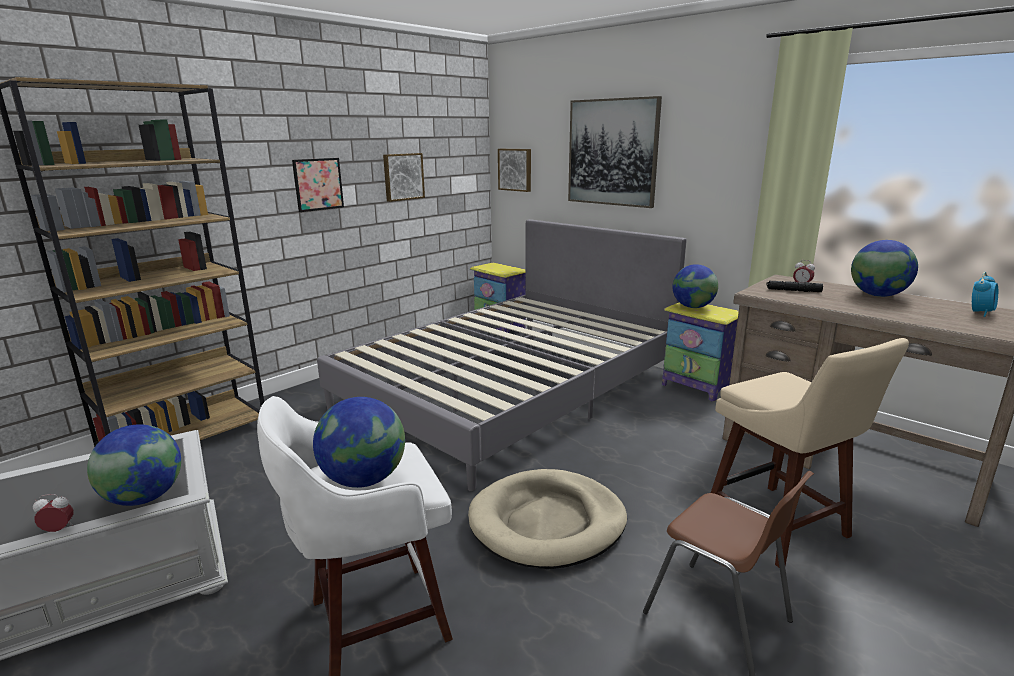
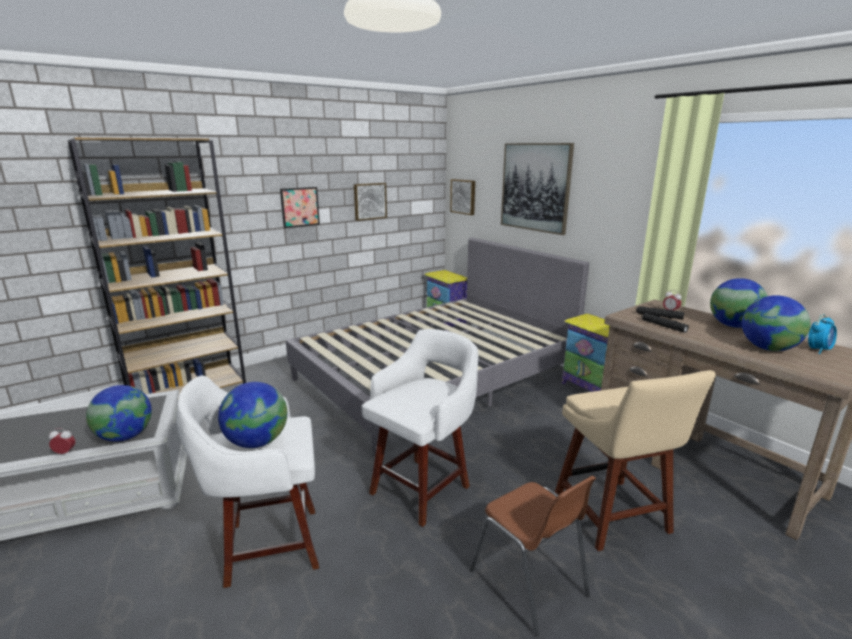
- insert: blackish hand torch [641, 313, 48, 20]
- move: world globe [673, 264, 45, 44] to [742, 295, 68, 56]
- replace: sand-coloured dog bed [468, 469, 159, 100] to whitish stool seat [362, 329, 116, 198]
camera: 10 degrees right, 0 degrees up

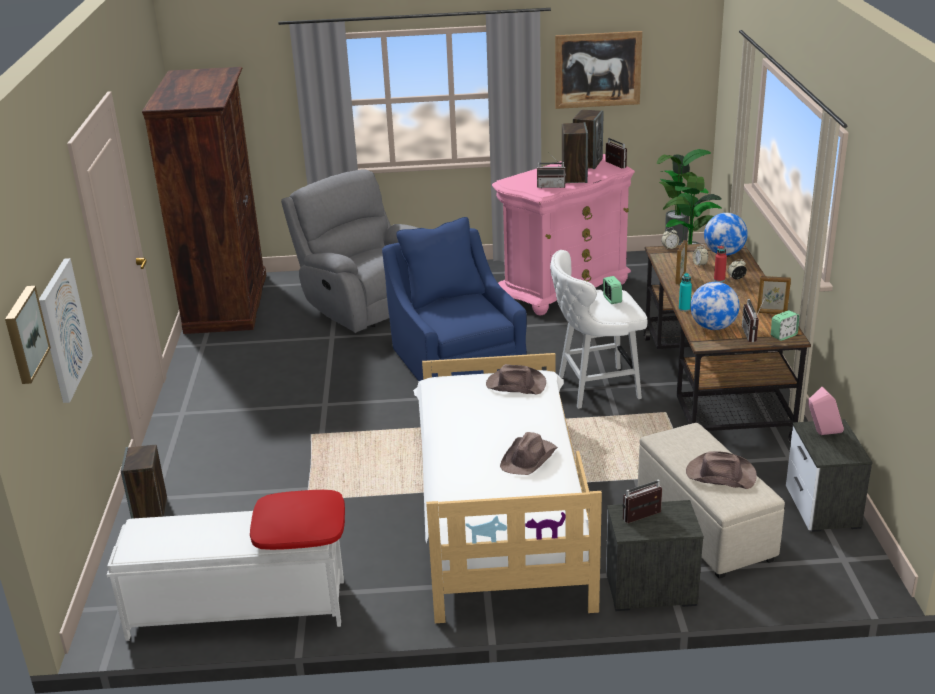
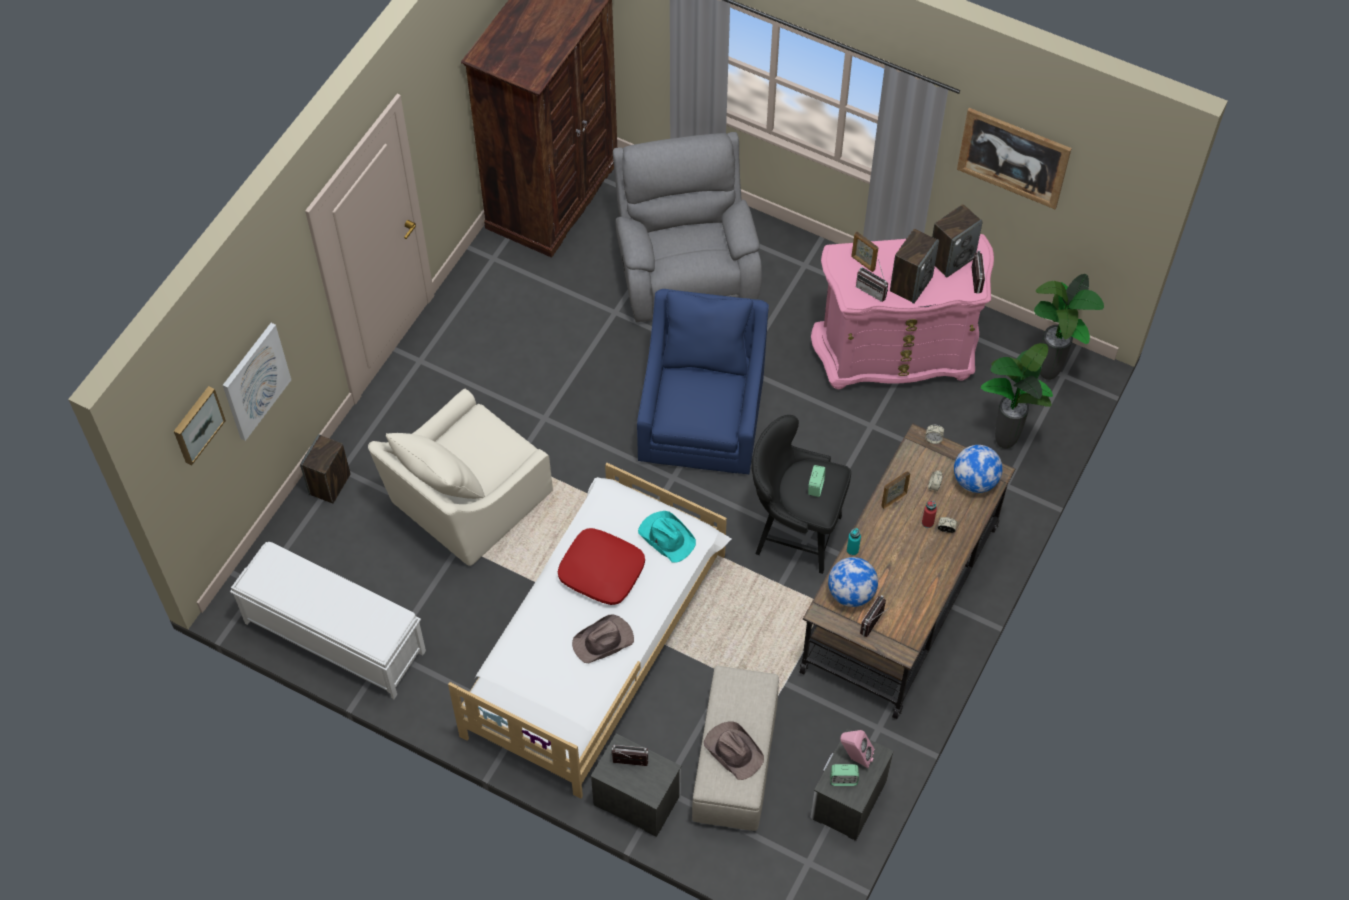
- insert: sand-coloured easy chair [368, 388, 185, 178]
- move: reddish cushion [250, 490, 95, 60] to [558, 528, 87, 77]
- move: picture frame [757, 276, 34, 38] to [851, 232, 27, 40]
- move: bedside clock [771, 310, 28, 31] to [830, 764, 29, 22]
- recolor: brown-coloured hat [486, 364, 60, 31] to turquoise hat [638, 511, 58, 52]
- recolor: whitish stool seat [550, 250, 98, 159] to blackish stool seat [751, 415, 100, 159]
camera: 30 degrees right, 30 degrees up

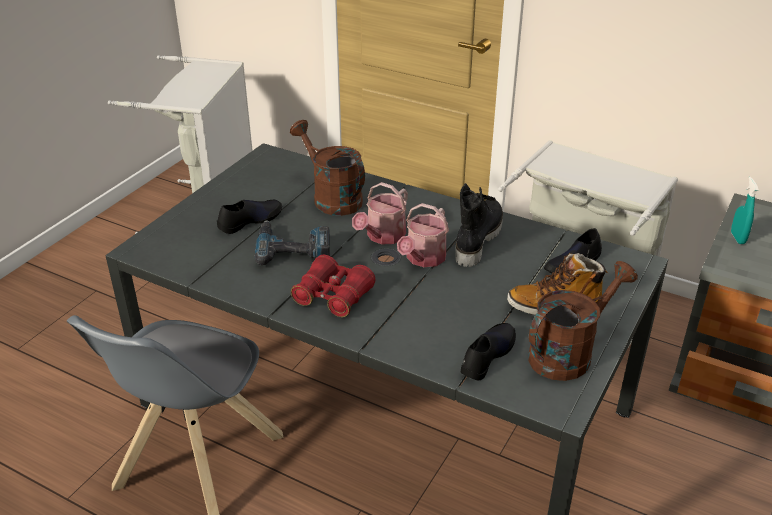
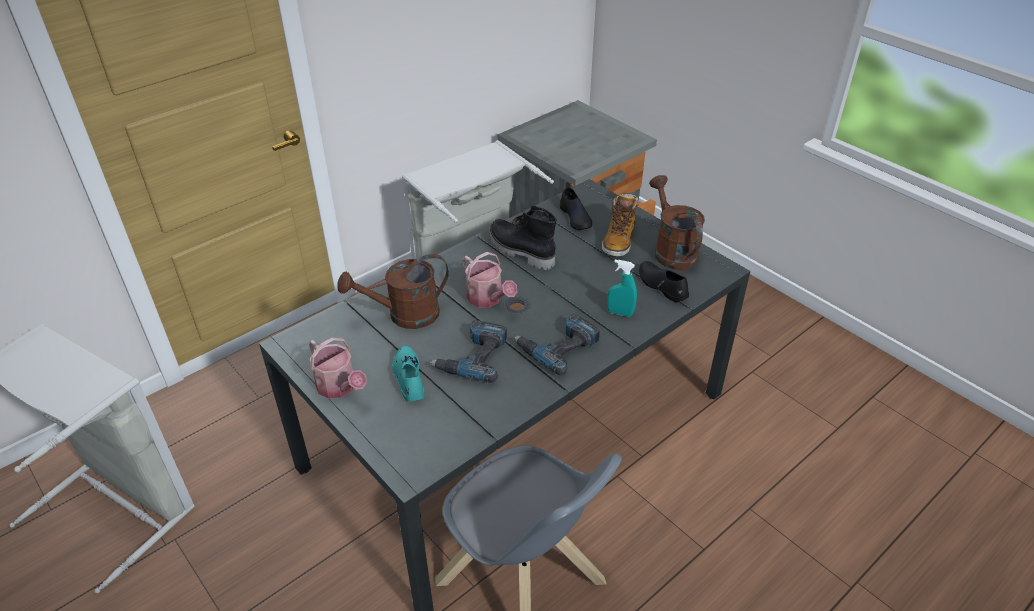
- move: watering can [397, 203, 52, 64] to [309, 337, 58, 62]
- move: turquoise sprayer [731, 177, 28, 67] to [607, 260, 30, 57]
- replace: reddish field glasses [291, 255, 85, 62] to electric drill [515, 313, 85, 62]
- recolor: blackish shoe [217, 200, 65, 34] to turquoise shoe [392, 346, 33, 55]
camera: 70 degrees left, 5 degrees up

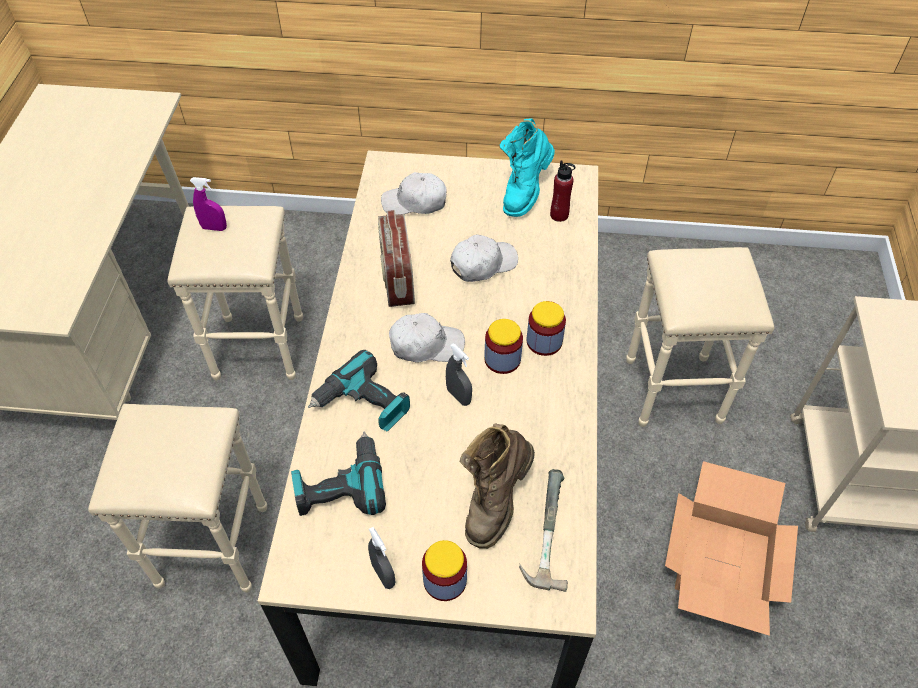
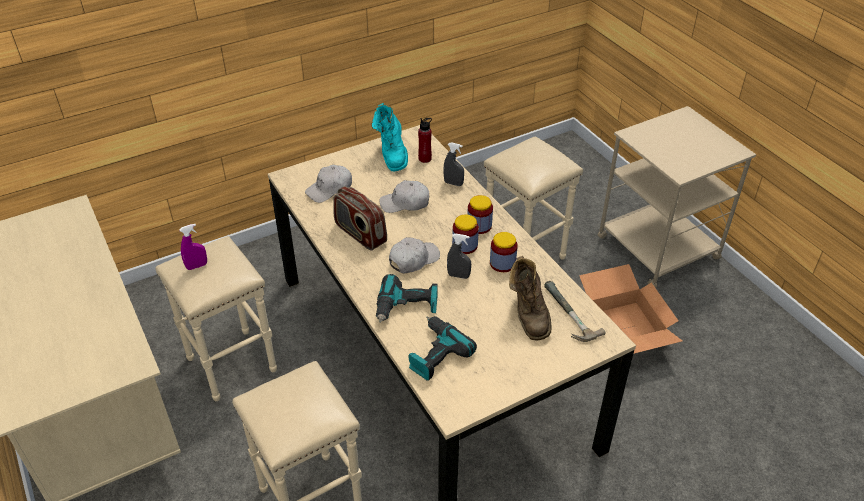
- move: grey sprayer [368, 527, 28, 62] to [443, 142, 21, 44]
- move: jar [422, 540, 45, 61] to [490, 232, 28, 40]
- rotate: whitish cap [450, 234, 68, 48] = [379, 180, 50, 33] 120 degrees counterclockwise
camera: 35 degrees left, 10 degrees down

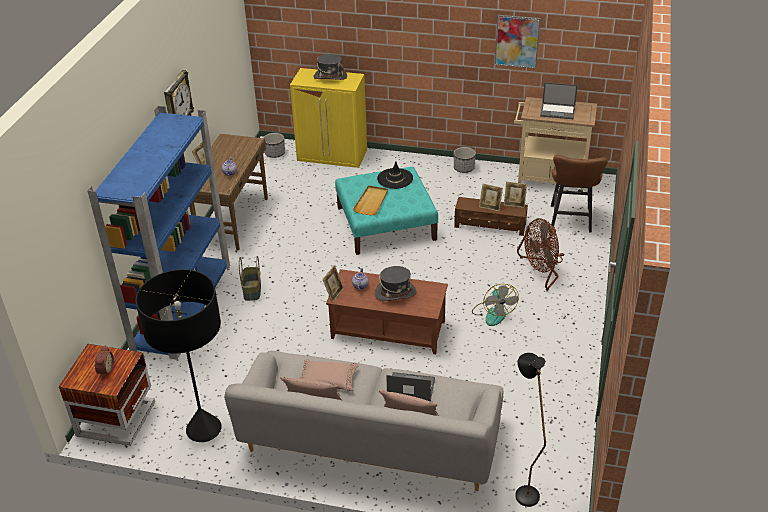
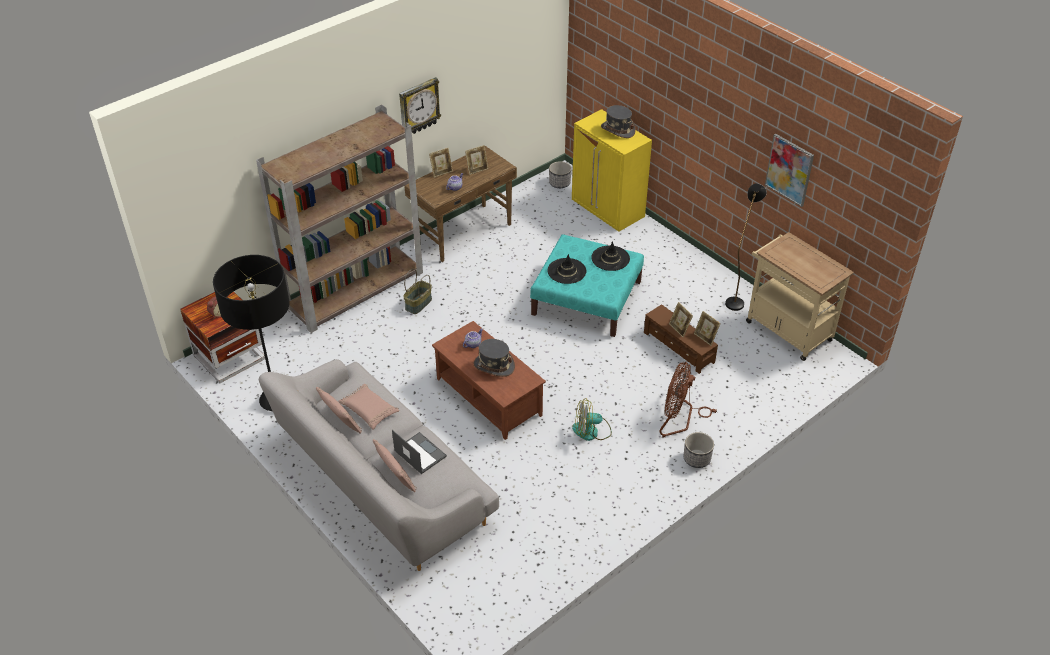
- delete: notebook computer [540, 82, 38, 38]
- delete: brown-coloured stool seat [551, 155, 57, 78]
- move: picture frame [323, 265, 21, 38] to [465, 145, 23, 30]
- move: plant pot [454, 147, 22, 26] to [684, 432, 30, 36]
- move: blackish standard lamp [515, 353, 31, 154] to [725, 183, 42, 128]
- replace: sand-coloured serving tray [353, 185, 35, 30] to blackish hat [548, 254, 38, 30]
- recolor: bluish shelving unit [87, 106, 143, 254] to brown-coloured shelving unit [256, 105, 167, 228]
- rotate: electric fan [472, 284, 47, 42] = [572, 398, 40, 43] 60 degrees clockwise
camera: 35 degrees right, 5 degrees up

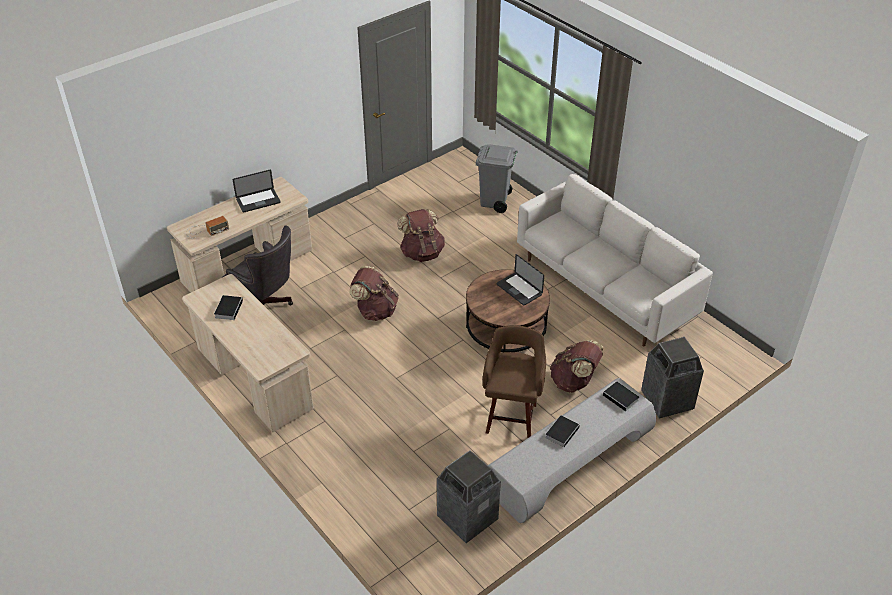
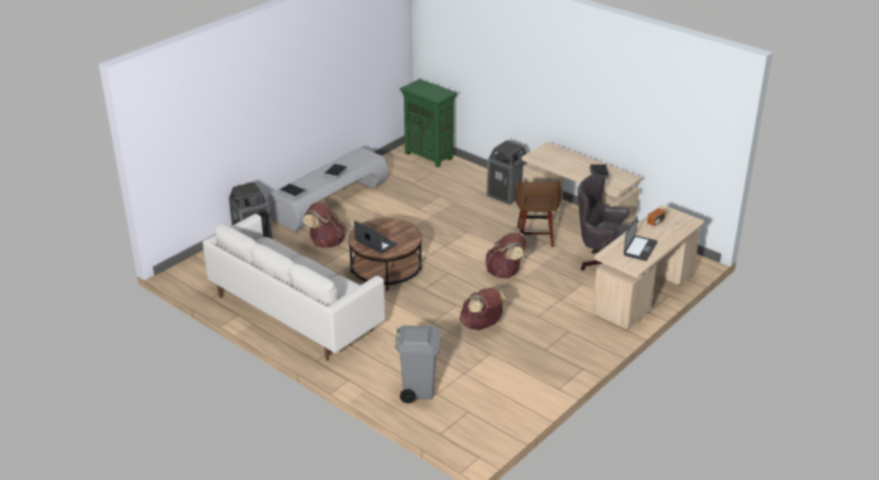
- insert: greenish cupboard [399, 79, 59, 88]
- move: trash can [437, 450, 64, 93] to [487, 140, 40, 65]
- move: brown-coloured stool seat [483, 325, 63, 114] to [514, 180, 48, 67]
- rotate: notebook computer [233, 170, 47, 43] = [624, 216, 34, 45] 150 degrees clockwise
camera: 170 degrees right, 10 degrees down

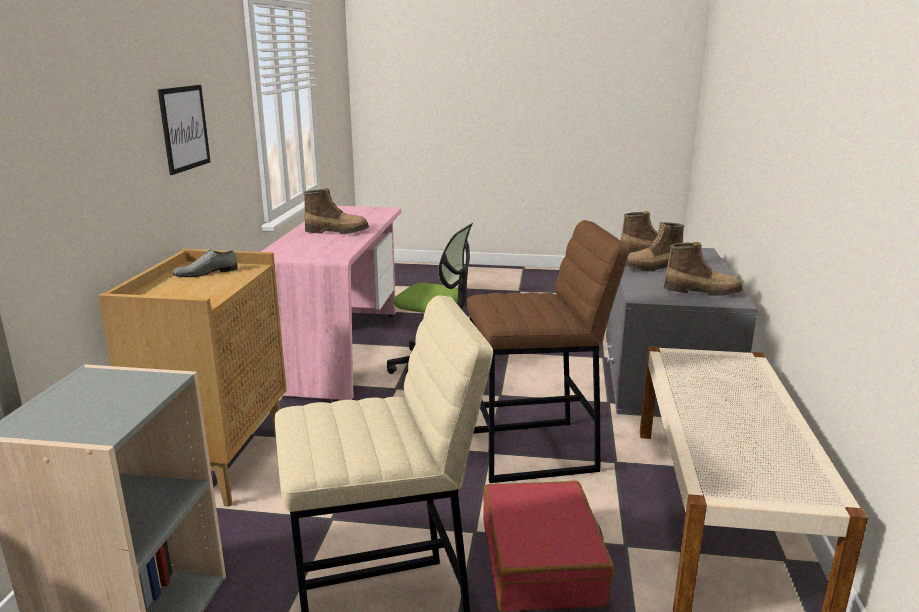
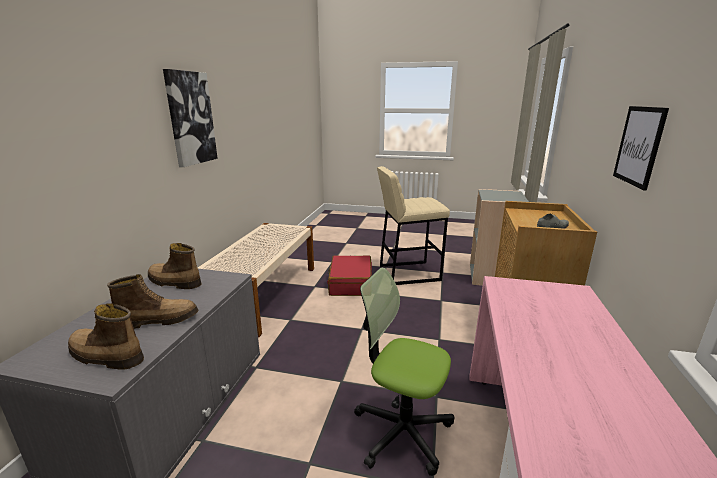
- delete: high-top boot [304, 188, 65, 46]
- delete: brown-coloured stool seat [467, 220, 162, 263]
- insert: wall picture [163, 69, 55, 98]
camera: 175 degrees left, 0 degrees up

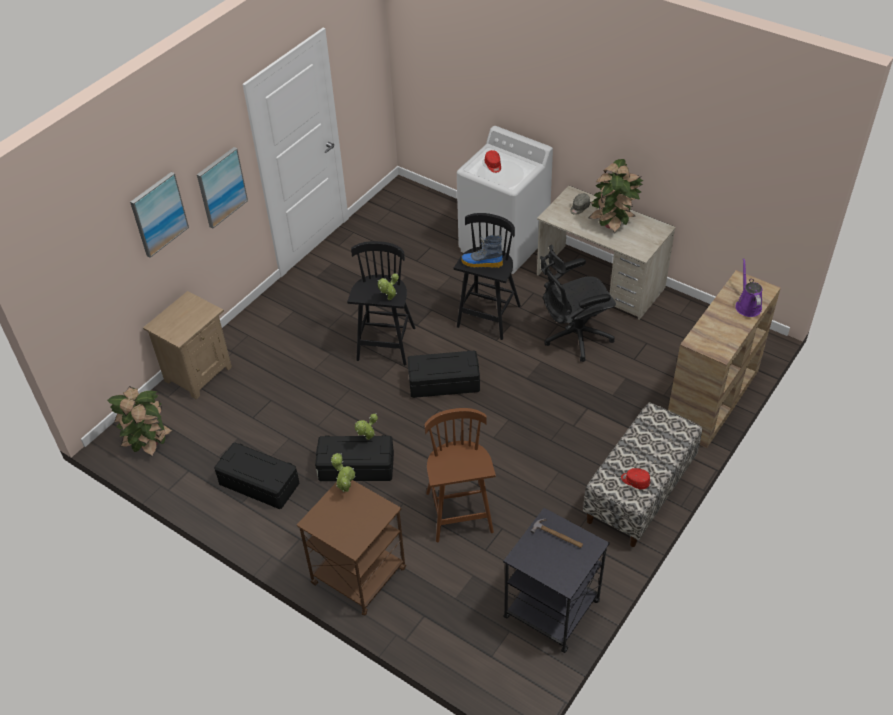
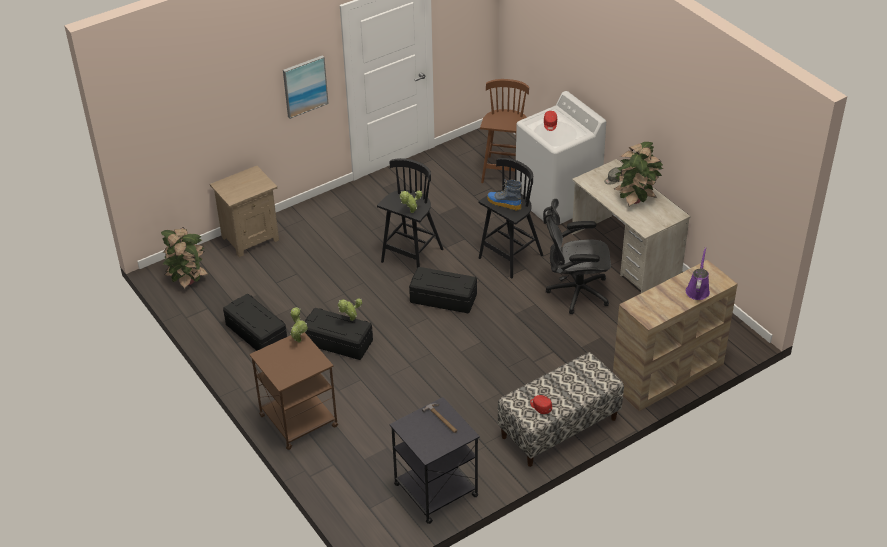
- delete: wall picture [130, 172, 59, 86]
- move: brown-coloured stool seat [424, 408, 72, 134] to [480, 79, 49, 104]
camera: 20 degrees right, 5 degrees down

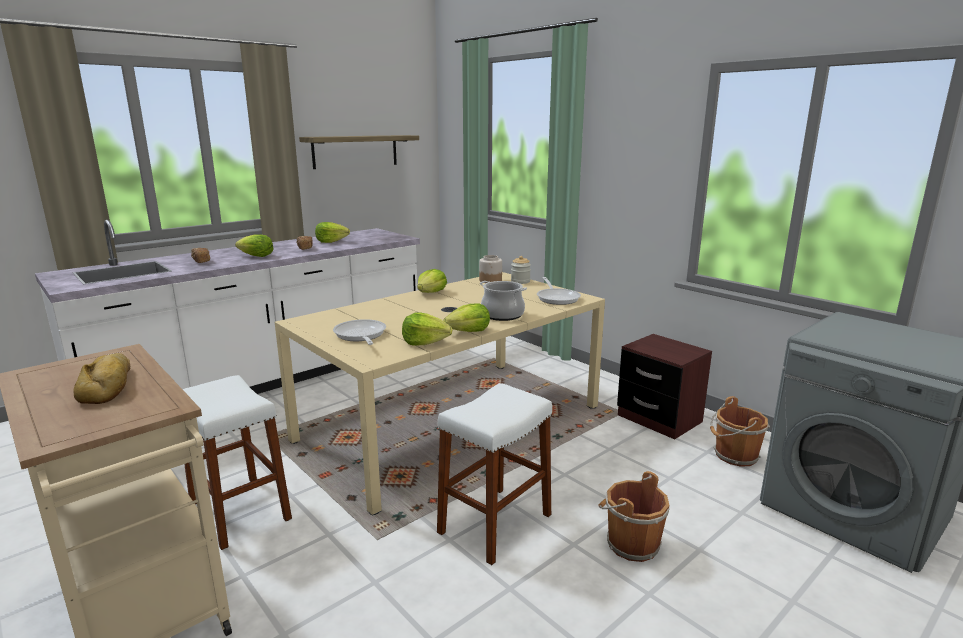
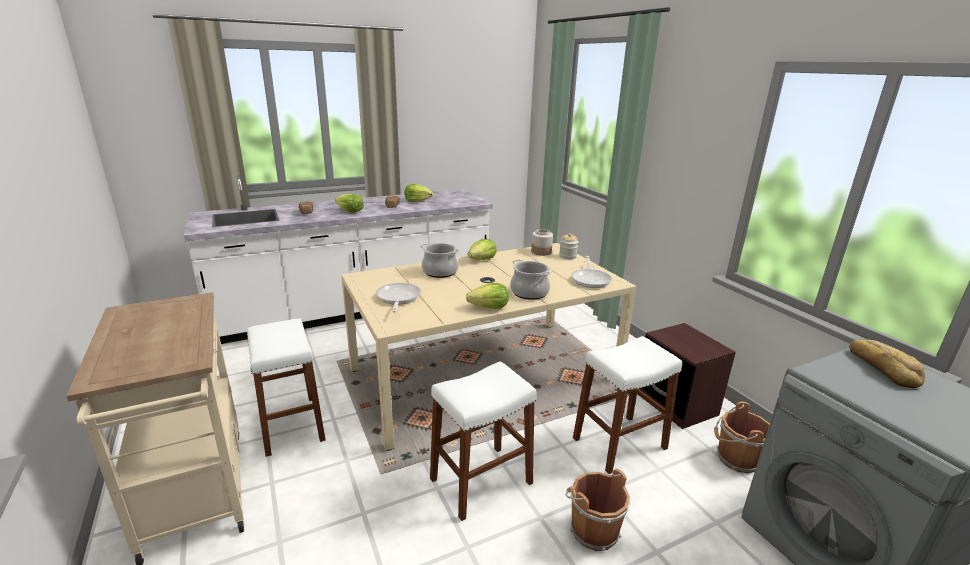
- delete: wall shelf [299, 135, 120, 34]
- delete: lettuce head [402, 312, 50, 34]
- insert: saucepot [420, 243, 40, 35]
- insert: whitish stool seat [573, 336, 109, 138]
- move: bread [73, 353, 57, 51] to [849, 339, 76, 49]
camera: 15 degrees right, 5 degrees up

